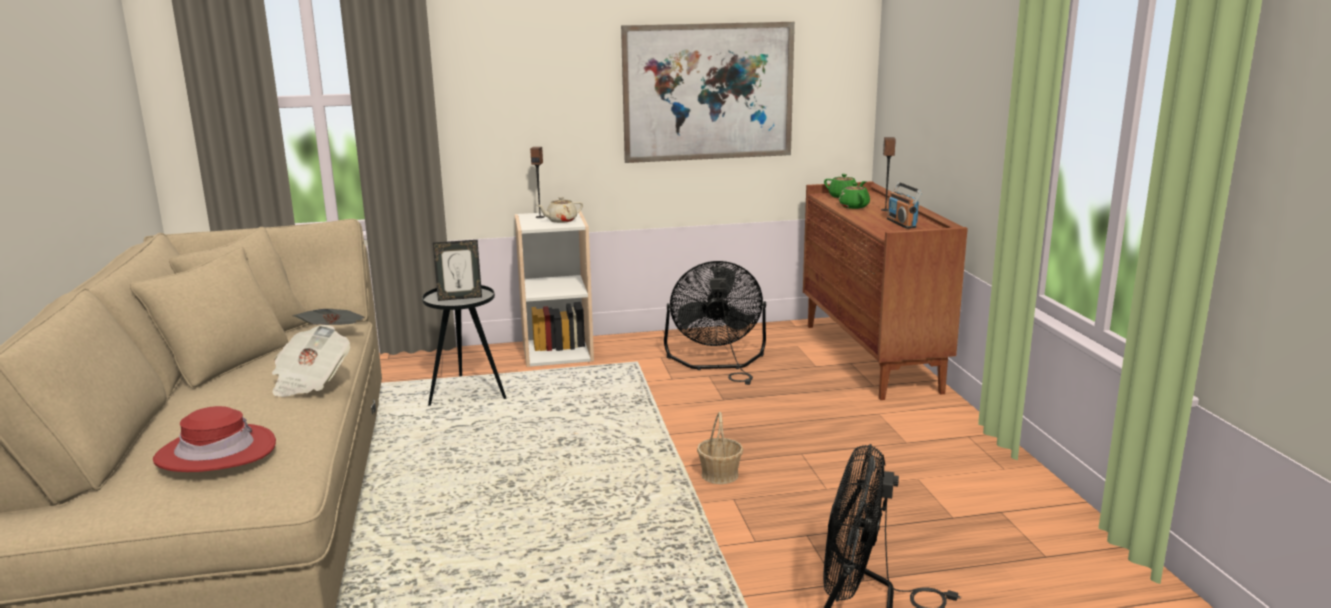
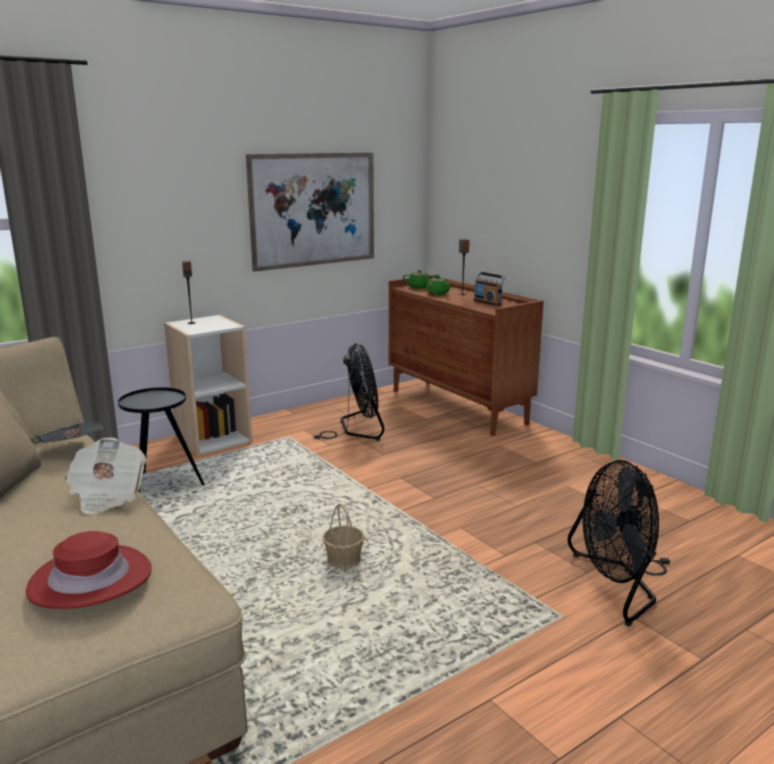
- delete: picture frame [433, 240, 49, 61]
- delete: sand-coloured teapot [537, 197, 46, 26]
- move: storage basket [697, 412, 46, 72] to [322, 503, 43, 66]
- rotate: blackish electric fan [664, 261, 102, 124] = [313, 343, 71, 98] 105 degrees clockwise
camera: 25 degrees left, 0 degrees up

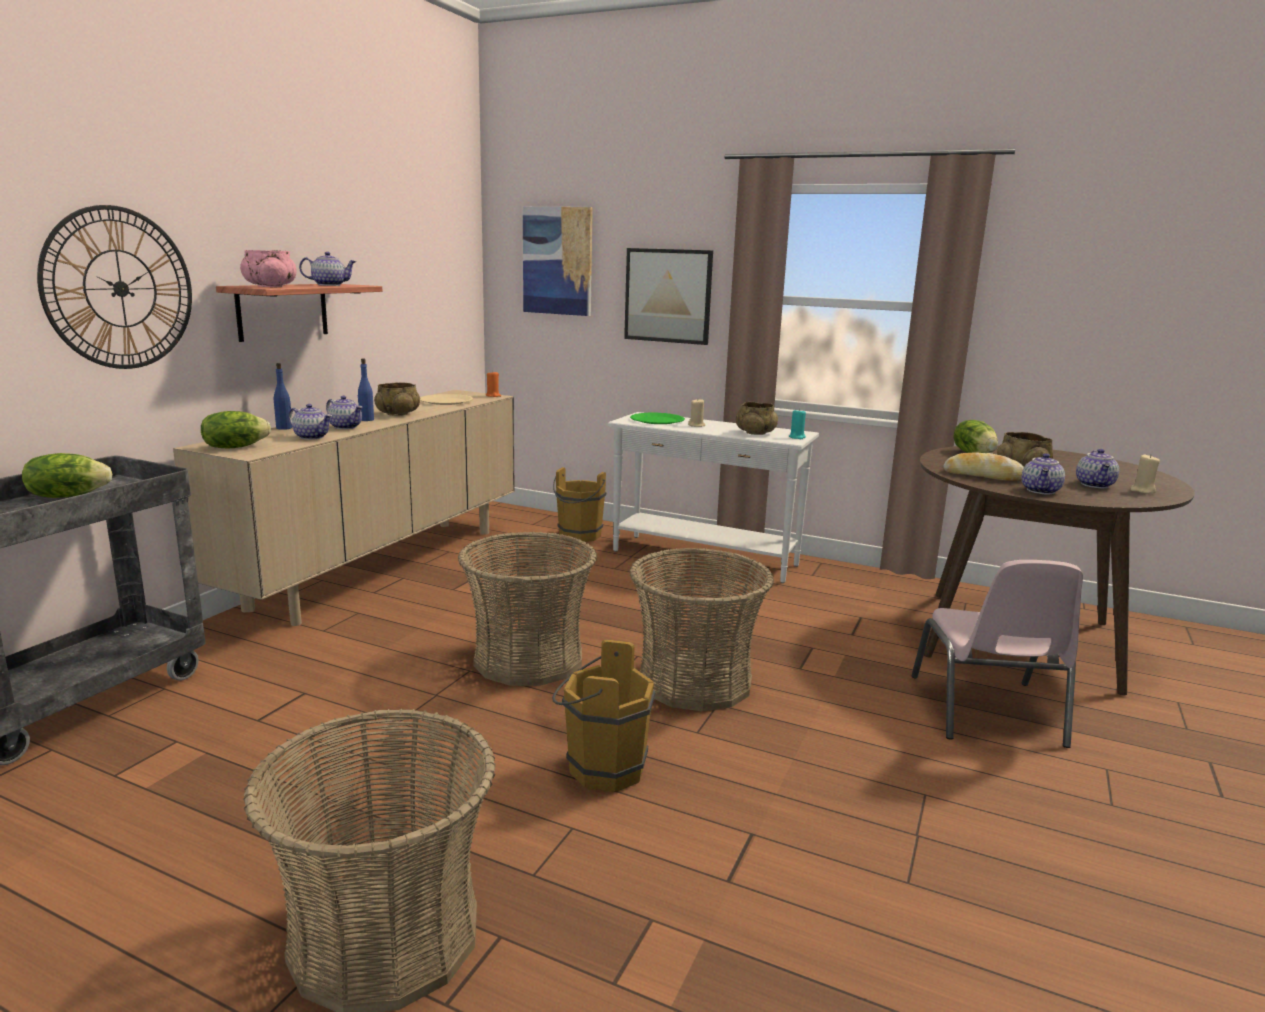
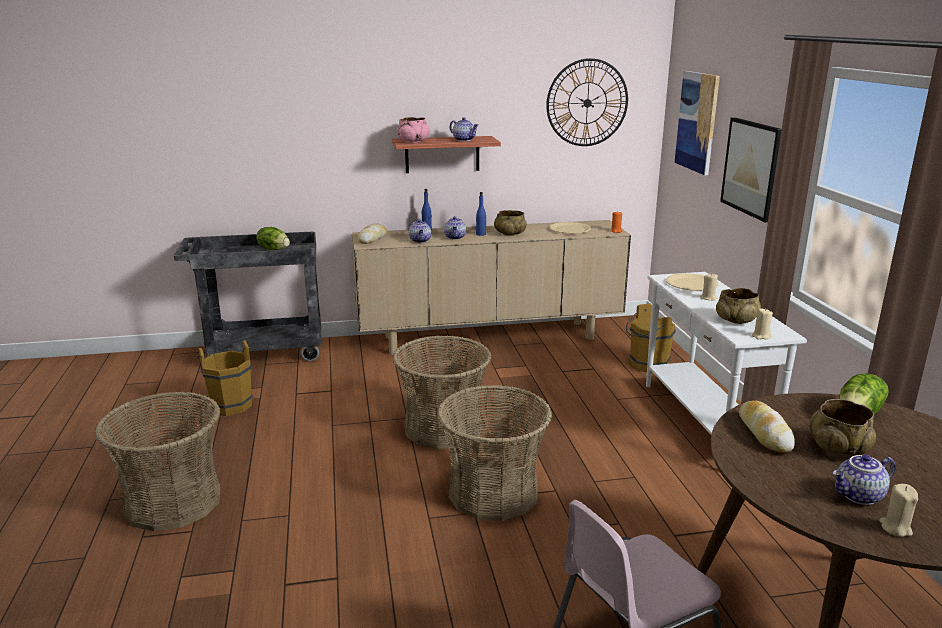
- delete: teapot [1022, 453, 43, 41]
- move: wall clock [37, 205, 155, 164] to [546, 58, 82, 88]
- move: brown-coloured water bucket [552, 639, 103, 153] to [197, 340, 56, 76]
- replace: lettuce head [201, 411, 70, 38] to bread [358, 224, 29, 20]
- recolor: greenish dinner plate [630, 413, 55, 11] to sand-coloured dinner plate [666, 273, 53, 18]
- recolor: turquoise candle [789, 410, 17, 29] to sand-coloured candle [752, 308, 21, 31]
camera: 55 degrees right, 5 degrees up

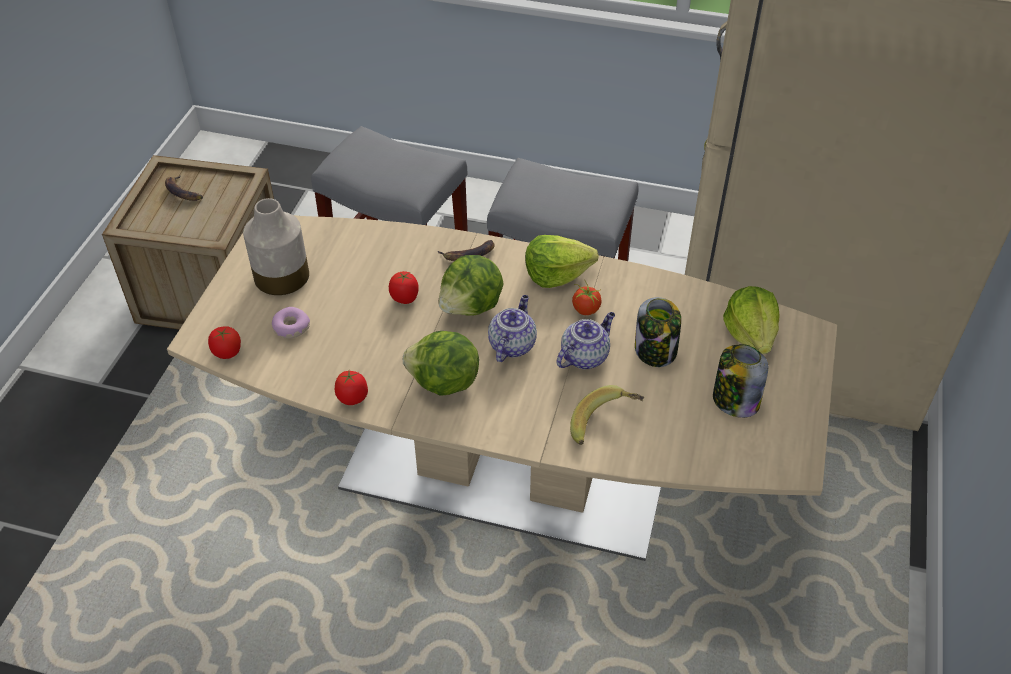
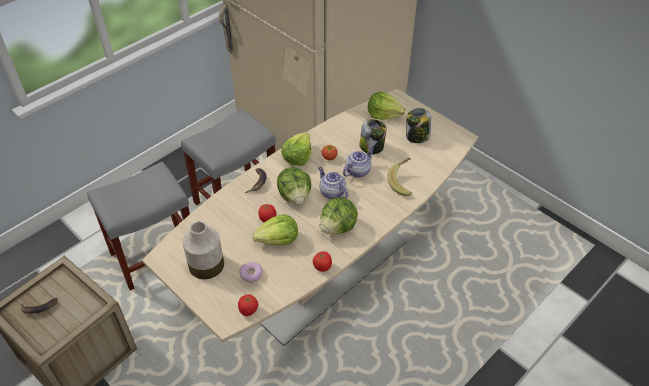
- insert: lettuce head [252, 214, 46, 31]
- rotate: teapot [556, 312, 59, 57] = [343, 147, 31, 31] 60 degrees clockwise
camera: 60 degrees left, 0 degrees up

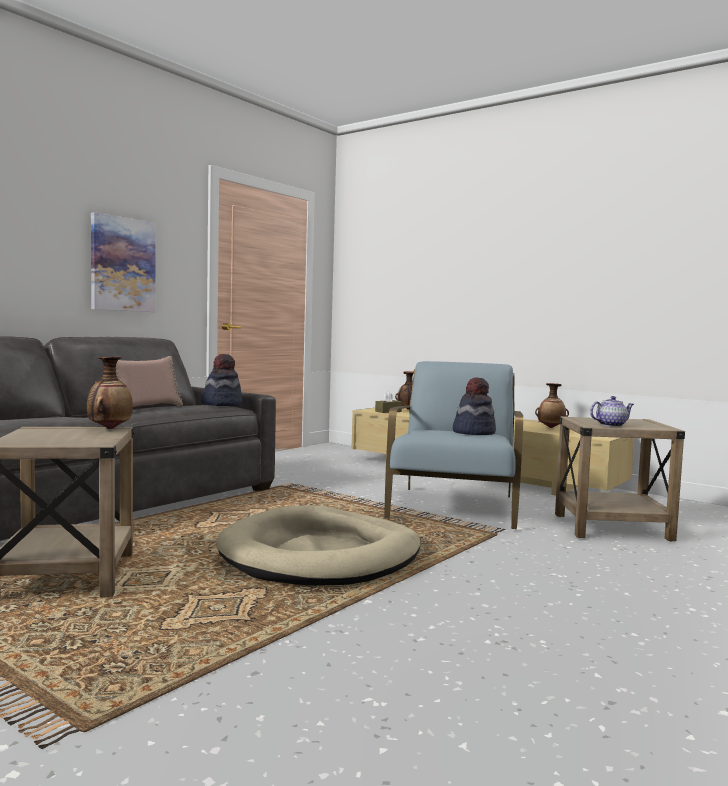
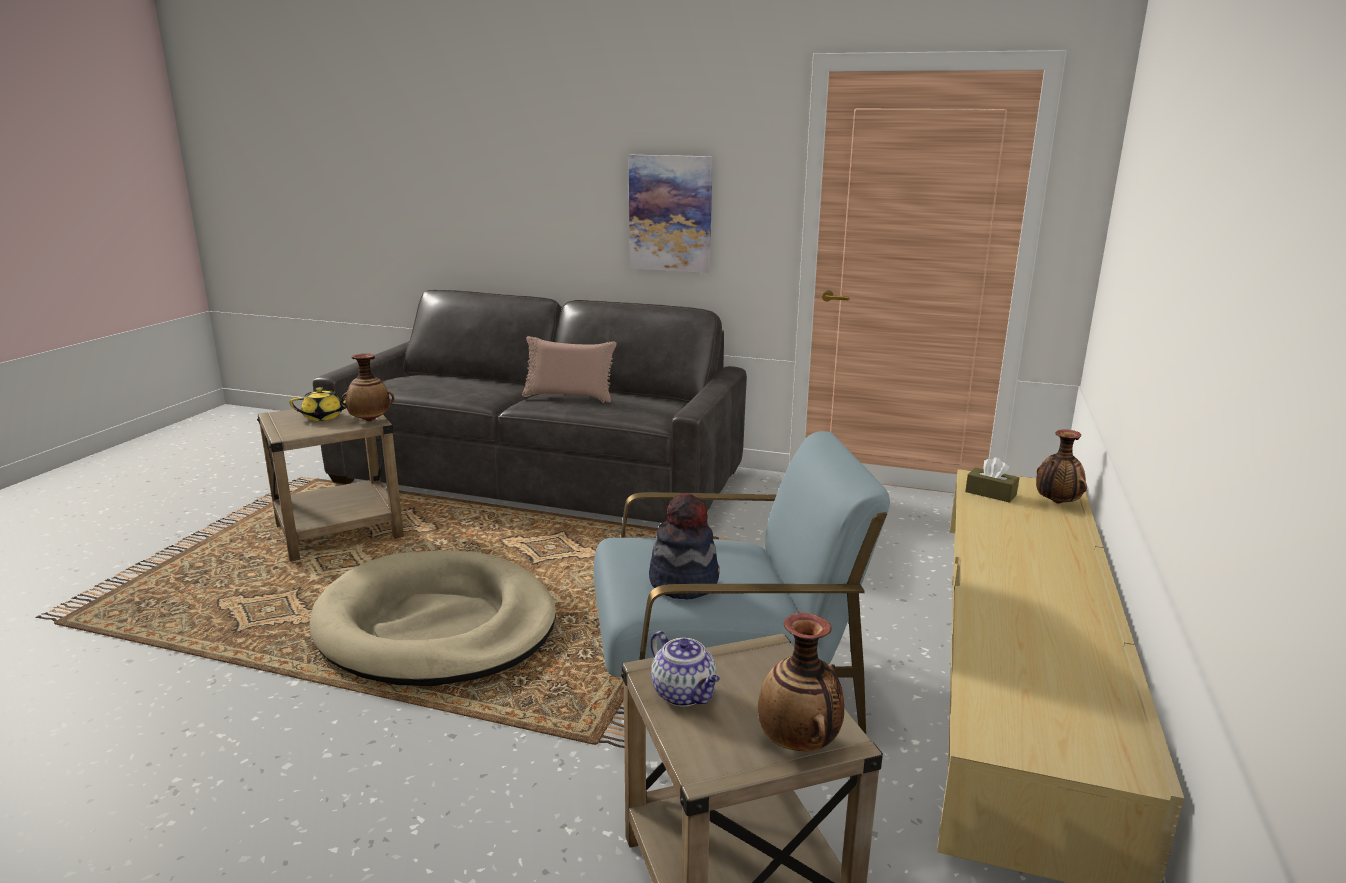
- delete: hat [201, 354, 41, 52]
- insert: yellowish teapot [290, 387, 56, 34]
- move: decorative vase [535, 383, 34, 45] to [758, 613, 86, 138]
camera: 70 degrees right, 15 degrees up

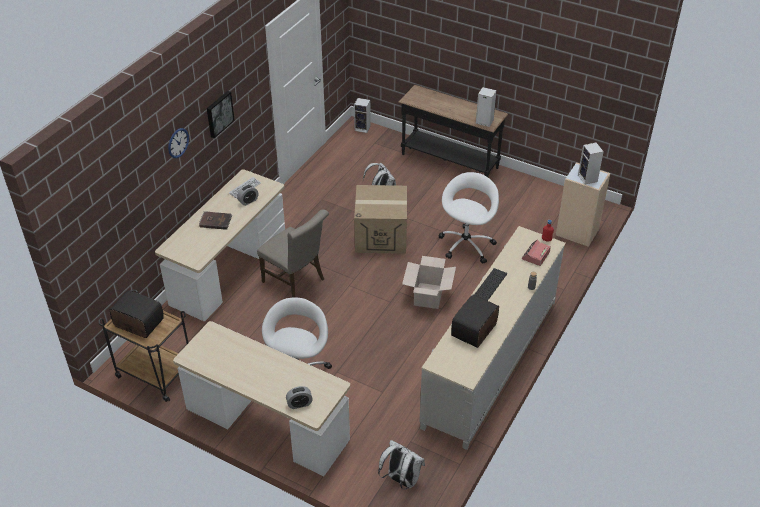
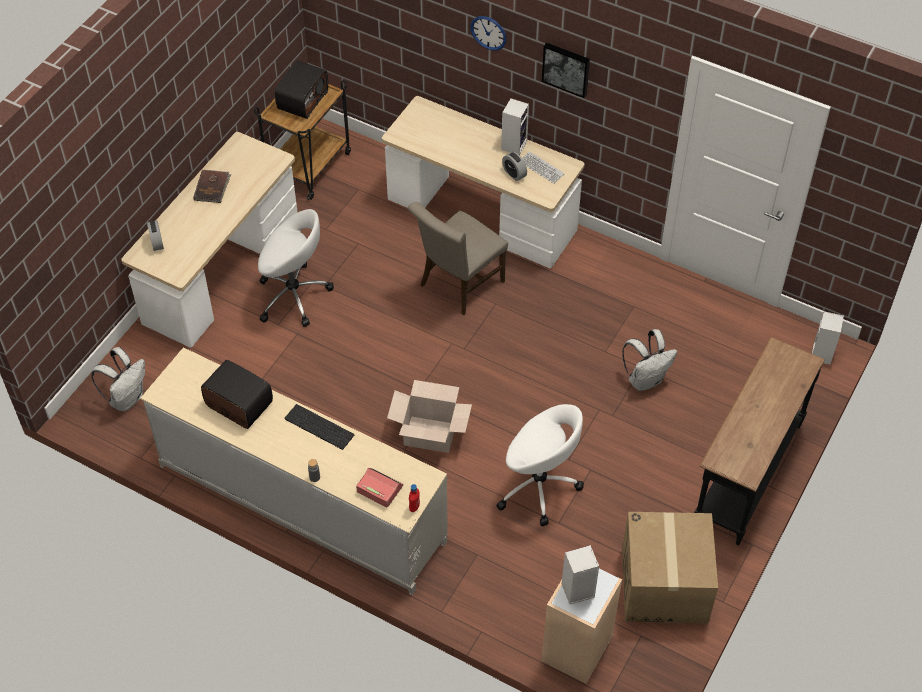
- move: brown-coloured bound book [199, 211, 33, 19] to [193, 170, 38, 33]
- move: packing box [354, 185, 53, 69] to [622, 512, 96, 112]
- move: speaker [476, 87, 21, 40] to [501, 99, 28, 56]
camera: 90 degrees right, 10 degrees up

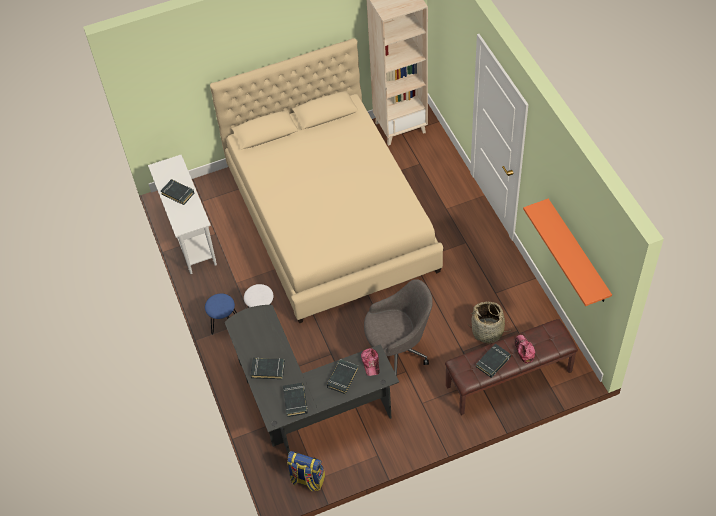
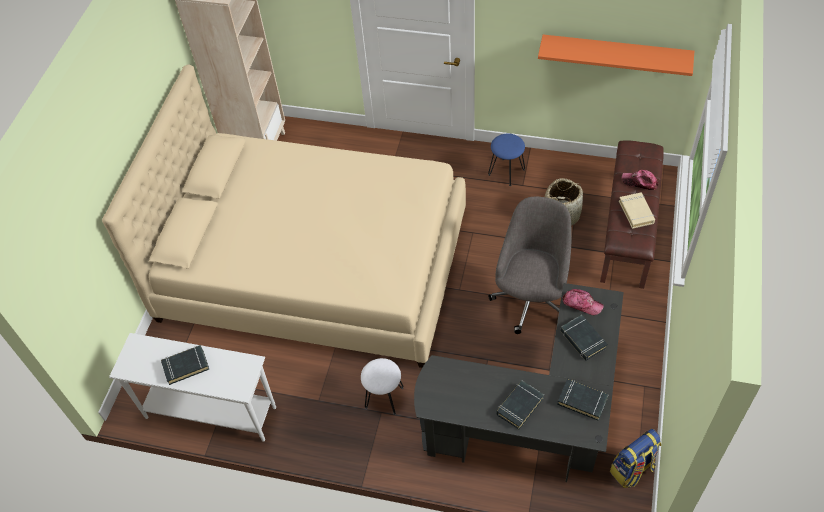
- move: bluish stool seat [205, 293, 32, 42] to [488, 133, 37, 53]
- recolor: blackish bound book [476, 344, 35, 34] to sand-coloured bound book [619, 192, 36, 37]
camera: 55 degrees left, 0 degrees up

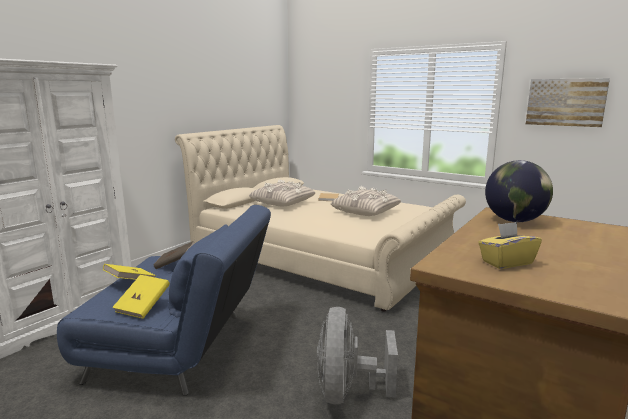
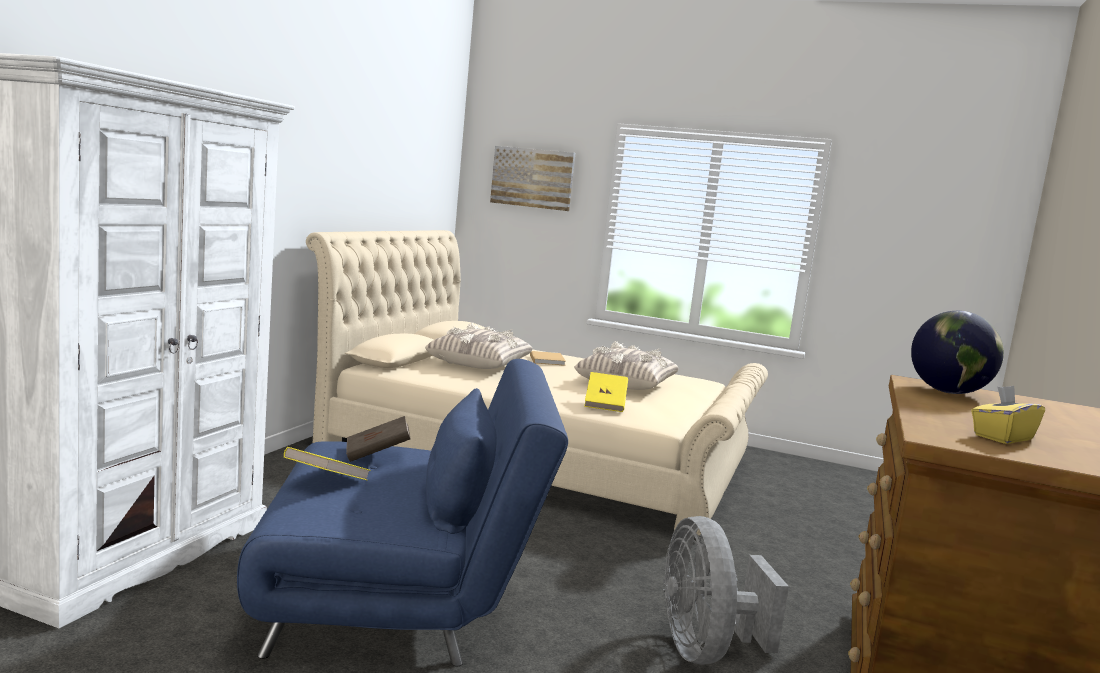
- move: yellowish bound book [112, 275, 58, 44] to [584, 372, 44, 40]
- move: wall picture [526, 78, 84, 49] to [490, 146, 85, 65]
camera: 15 degrees left, 5 degrees down

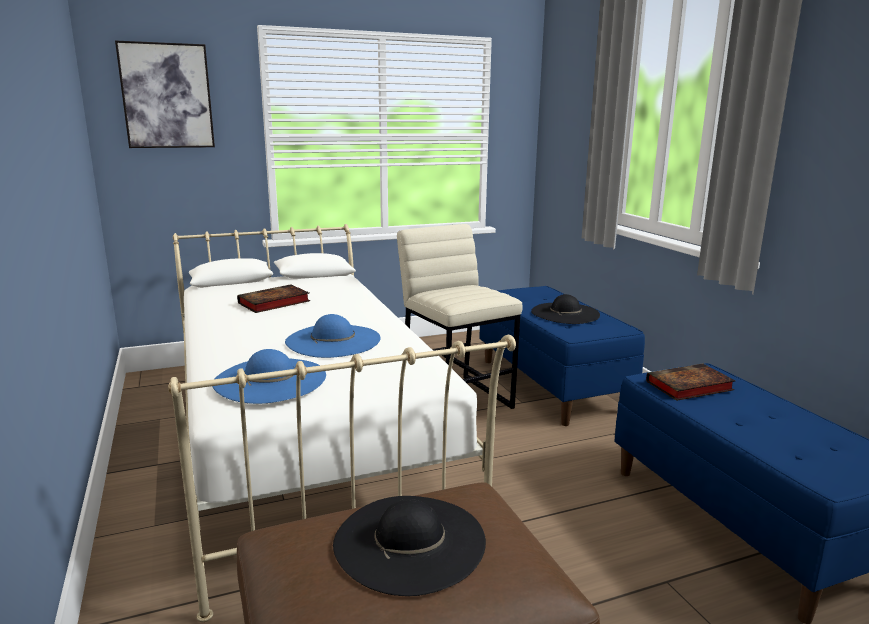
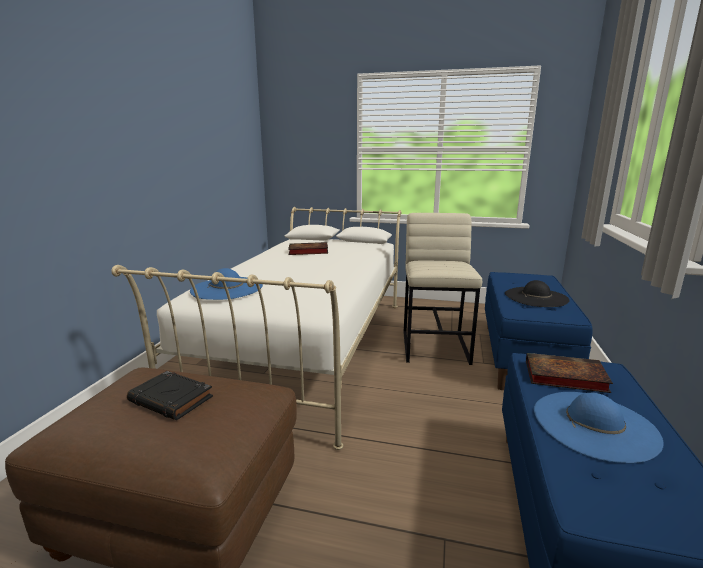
- delete: wall picture [115, 41, 100, 107]
- move: bluish hat [285, 314, 96, 44] to [534, 392, 130, 71]
- replace: blackish hat [333, 496, 153, 100] to blackish bound book [127, 371, 86, 49]
camera: 35 degrees right, 0 degrees up

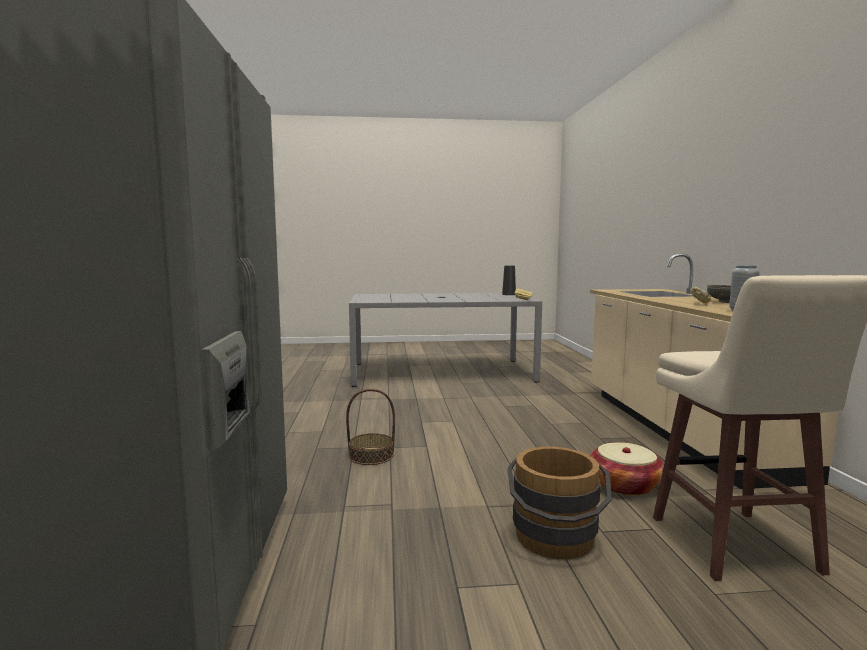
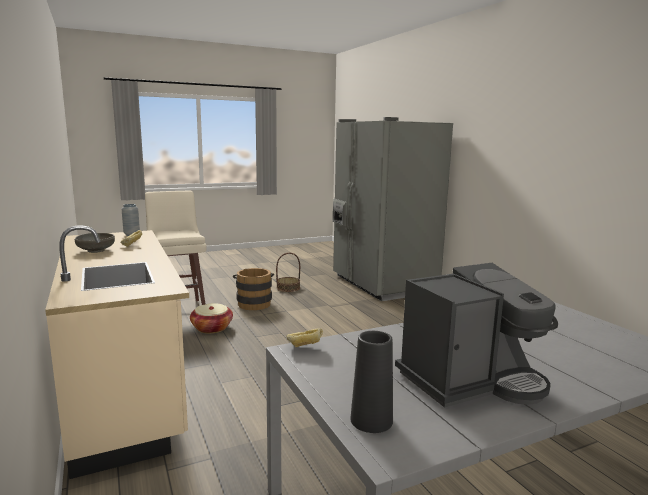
- insert: coffee machine [395, 263, 163, 145]
- move: storage basket [346, 389, 49, 76] to [276, 253, 24, 39]
camera: 160 degrees right, 5 degrees up

